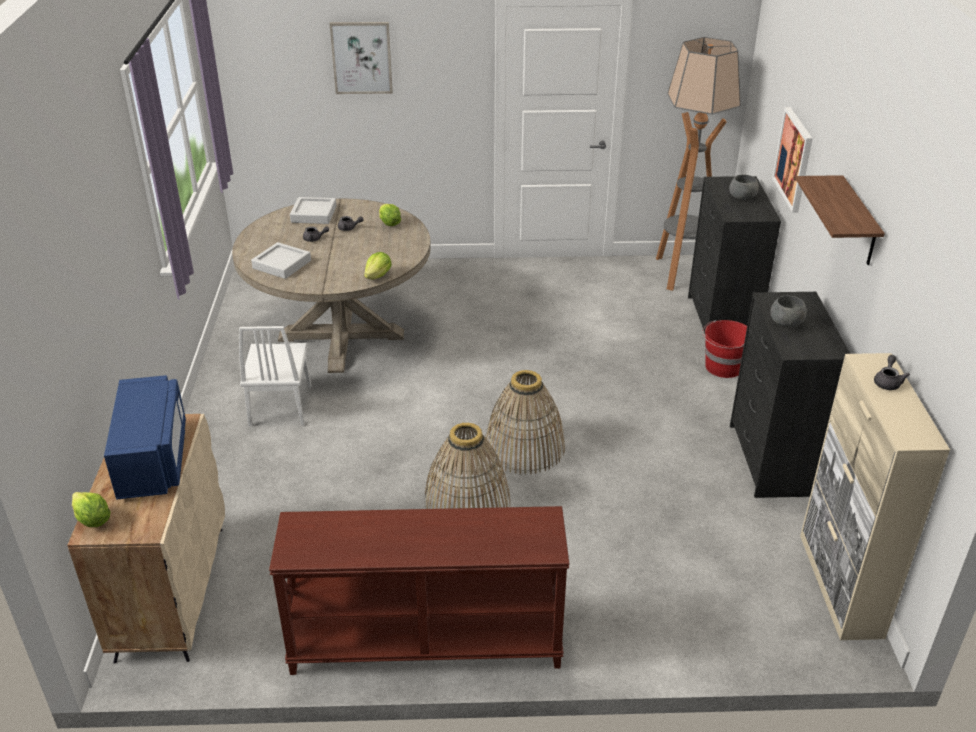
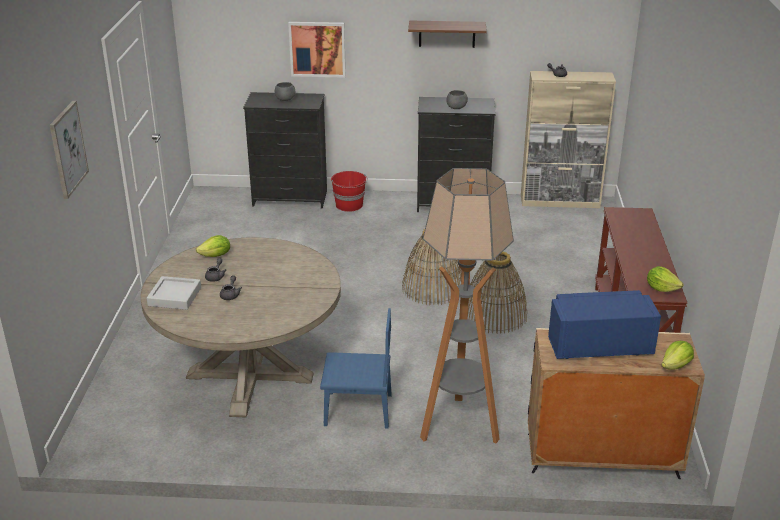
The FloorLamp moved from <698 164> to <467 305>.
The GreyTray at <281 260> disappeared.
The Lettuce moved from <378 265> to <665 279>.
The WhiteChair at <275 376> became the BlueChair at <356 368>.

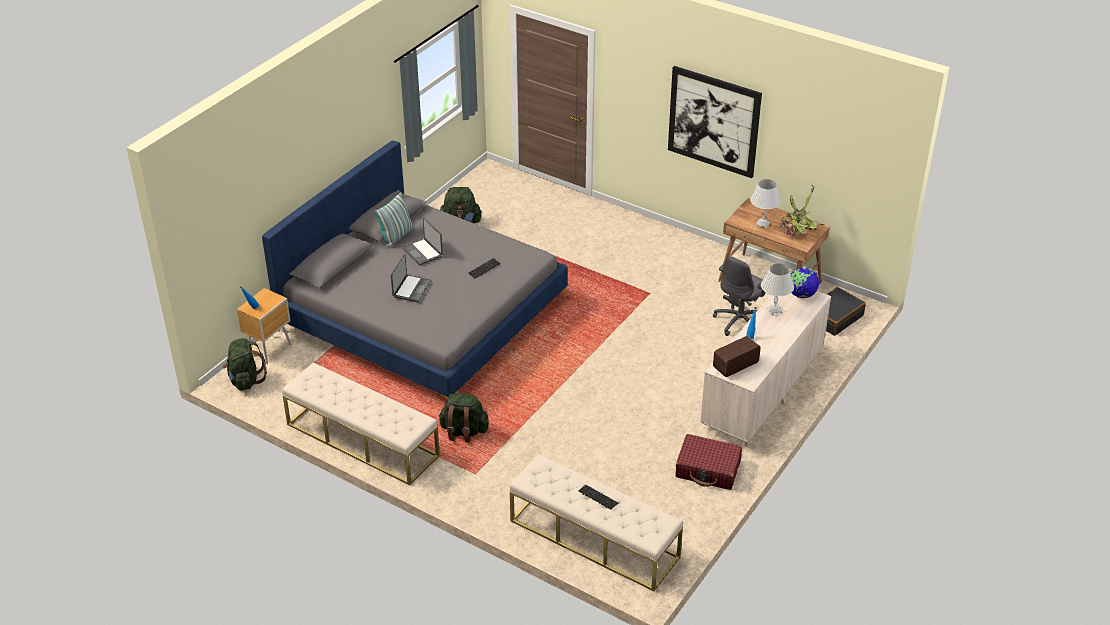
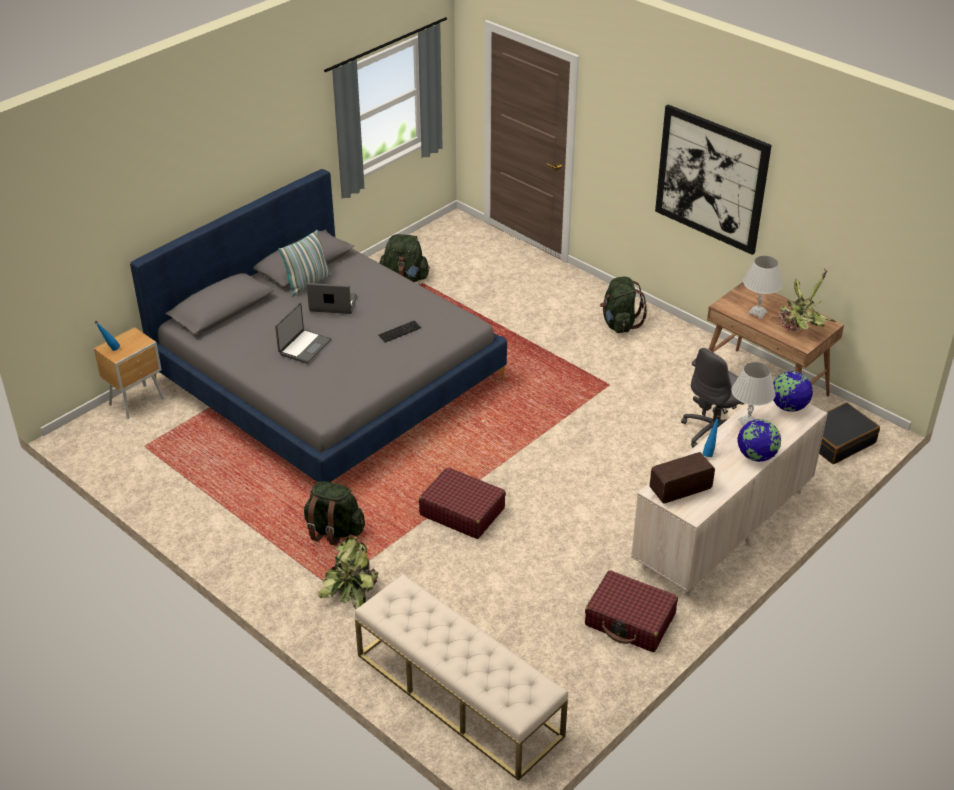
The Laptop at <422 241> turned 120 degrees clockwise.
The GreenBackpack moved from <244 364> to <623 305>.
The BeigeBench at <361 423> disappeared.
The Keyboard at <598 497> disappeared.
The Globe at <759 440> appeared.
The RedSuitcase at <462 503> appeared.
The PottedPlant at <348 572> appeared.

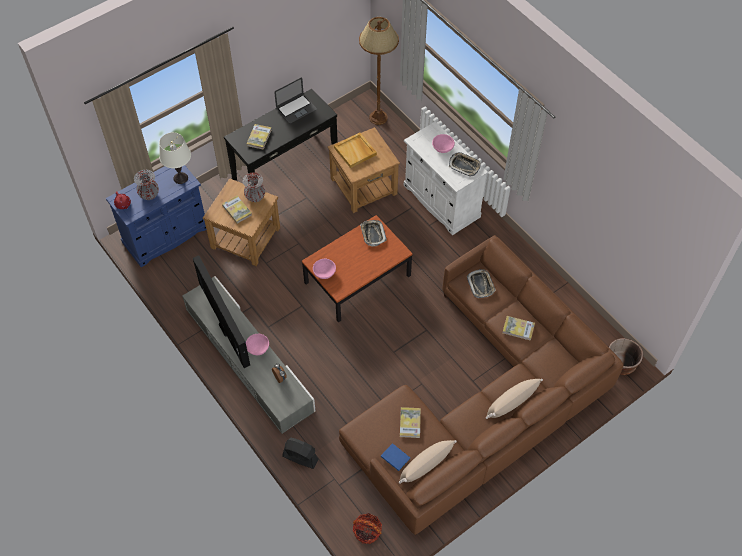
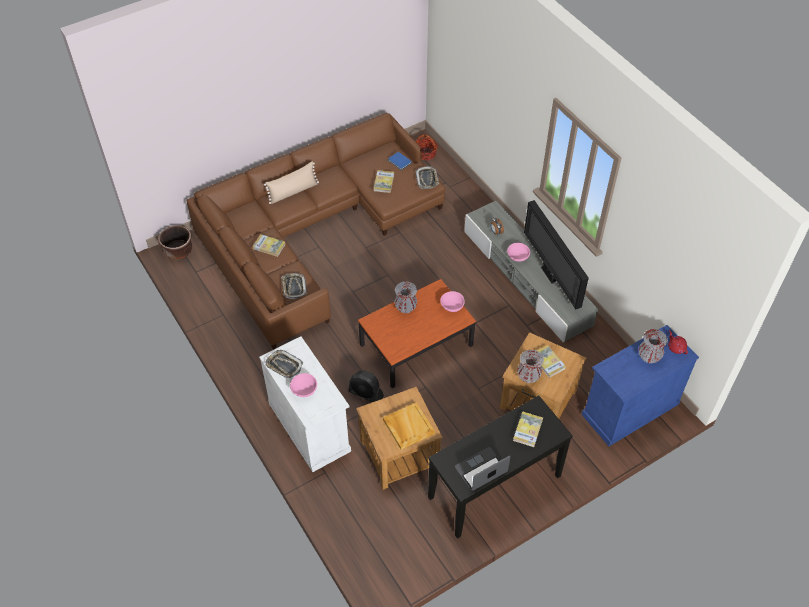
The BrownFloorLamp at <379 71> disappeared.
The WhiteTableLamp at <175 158> disappeared.
The Tray moved from <373 233> to <427 177>.
The BlackFan moved from <300 453> to <366 386>.
The BeigePillow at <428 462> disappeared.
The GreyVase at <405 297> appeared.

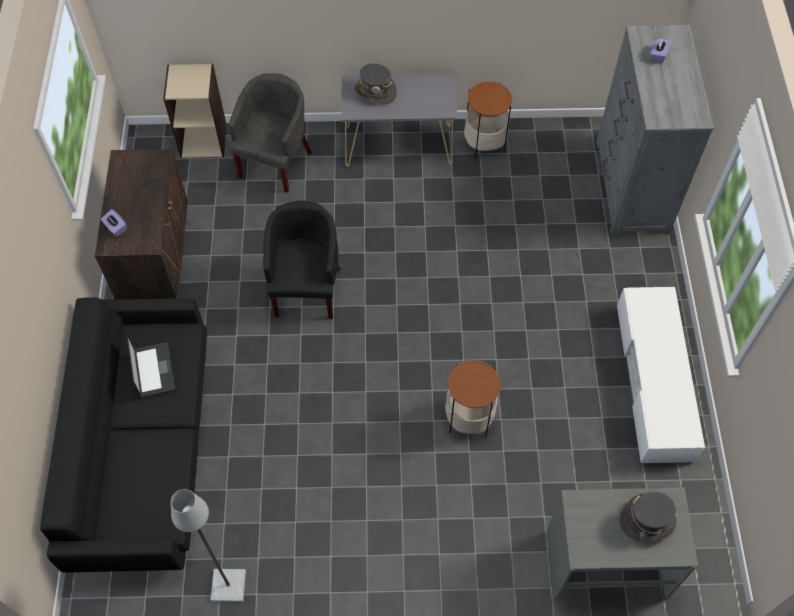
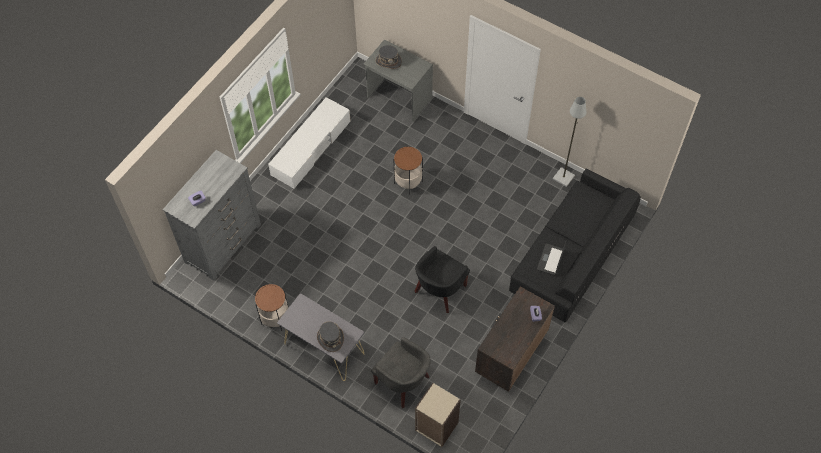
The GreyArmchair at <270 133> turned 105 degrees counterclockwise.

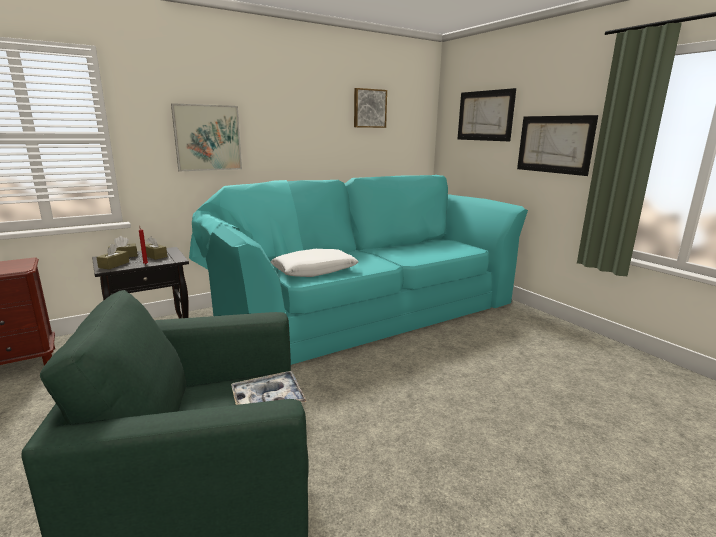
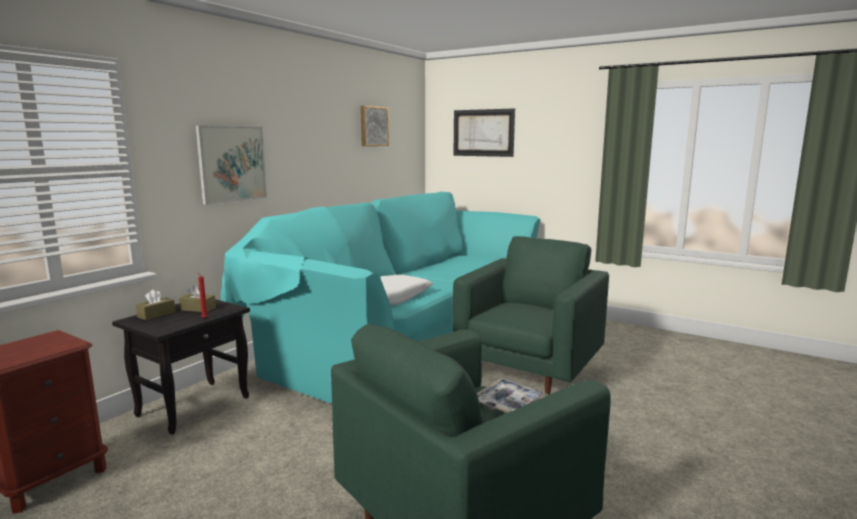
The Picture at <557 145> disappeared.
The BrownTissueBox at <112 256> disappeared.
The GreenArmchair at <531 315> appeared.

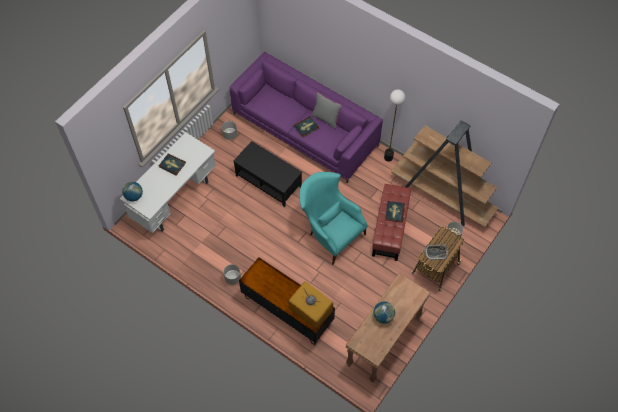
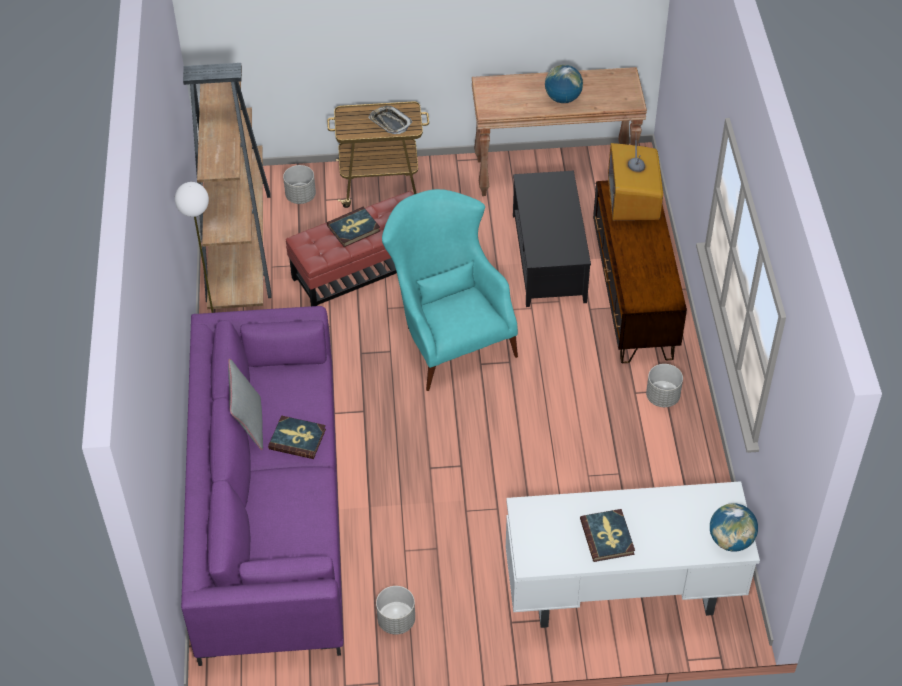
The BlackCoffeeTable moved from <267 174> to <552 239>.
The TurquoiseArmchair at <333 218> turned 150 degrees clockwise.

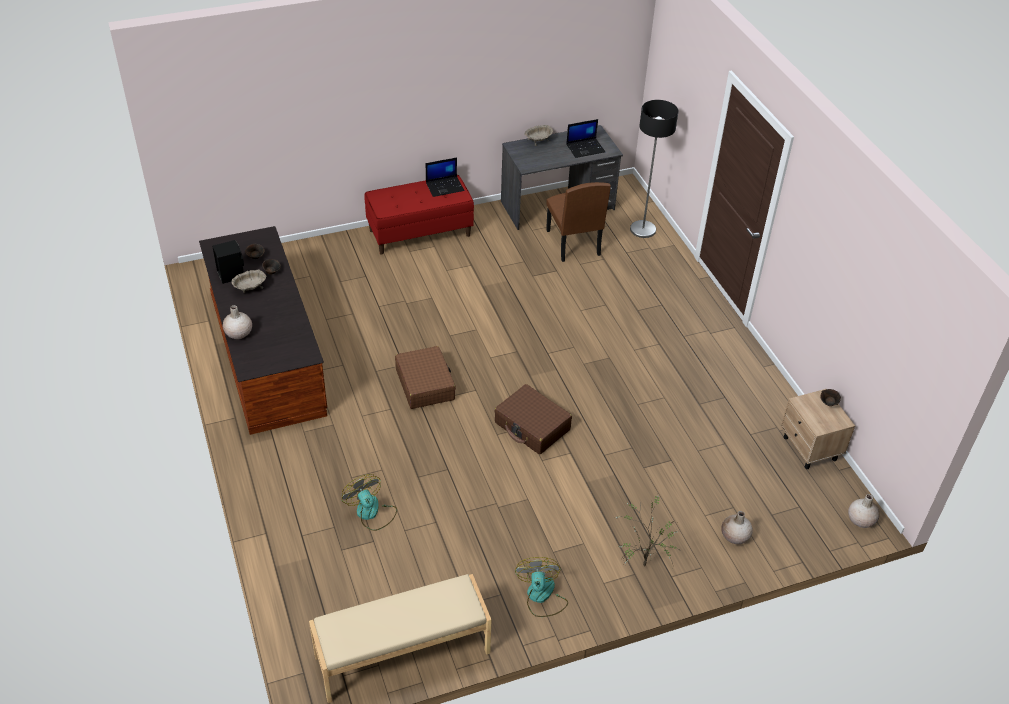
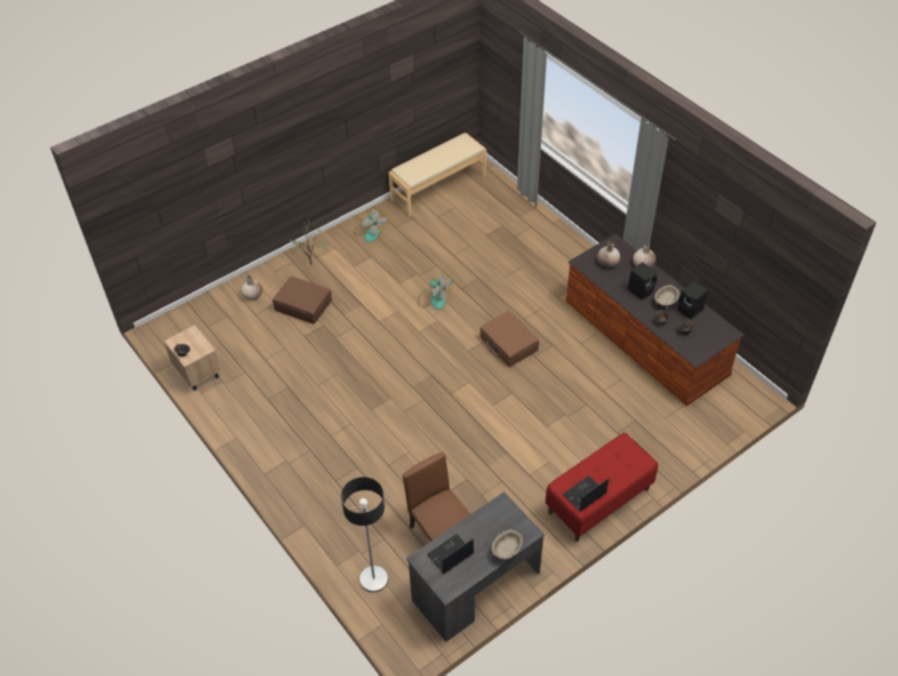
The BrownSuitcase moved from <533 419> to <302 300>.
The Fan moved from <369 502> to <435 291>.
The BeigeVase moved from <863 511> to <608 254>.
The BlackSpeaker at <642 281> appeared.

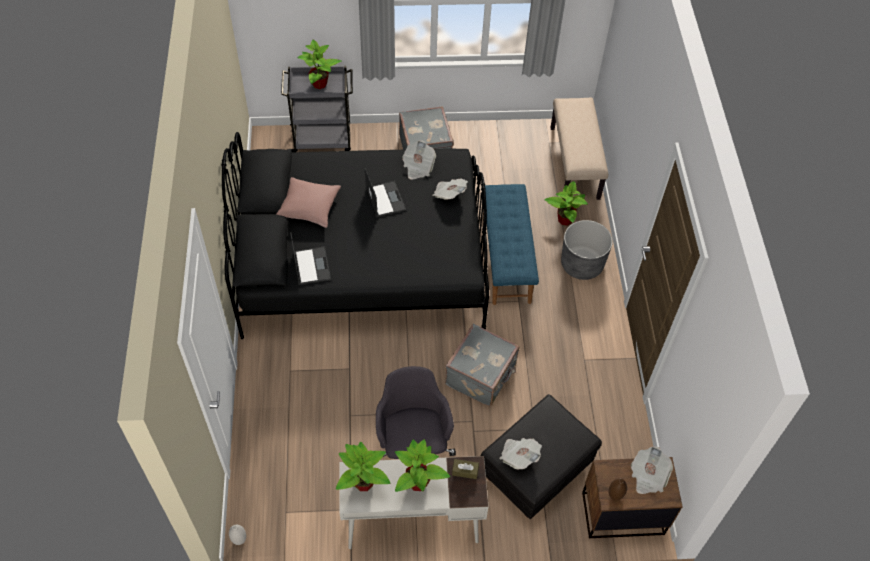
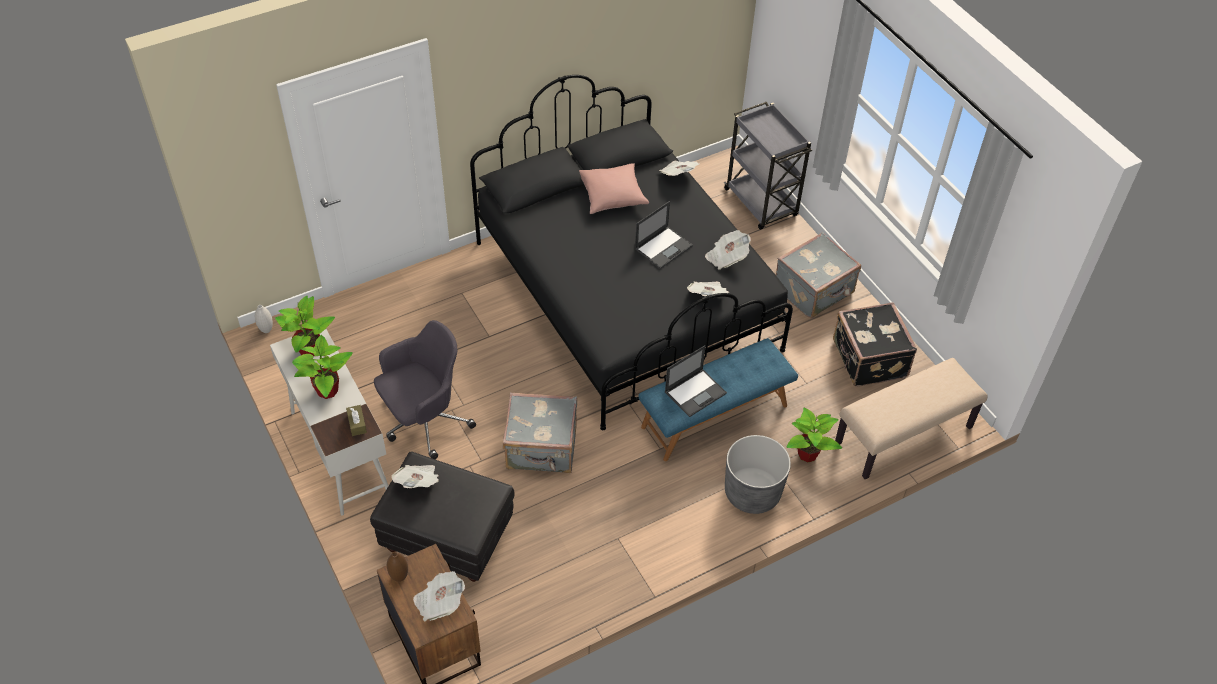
The PottedPlant at <319 64> disappeared.
The Laptop moved from <310 258> to <696 381>.
The Newspaper at <679 168> appeared.
The BlackSuitcase at <875 344> appeared.

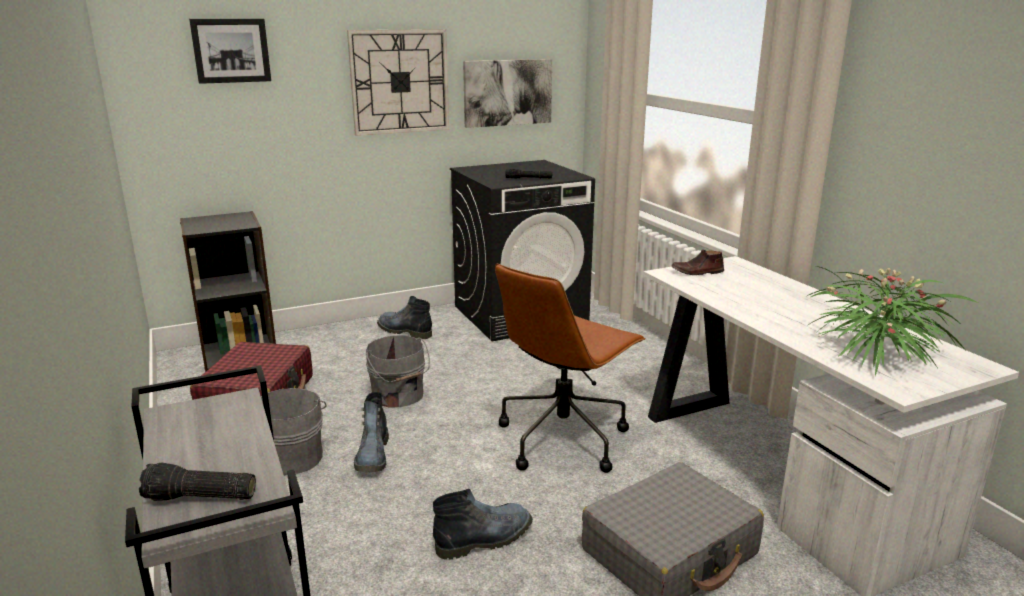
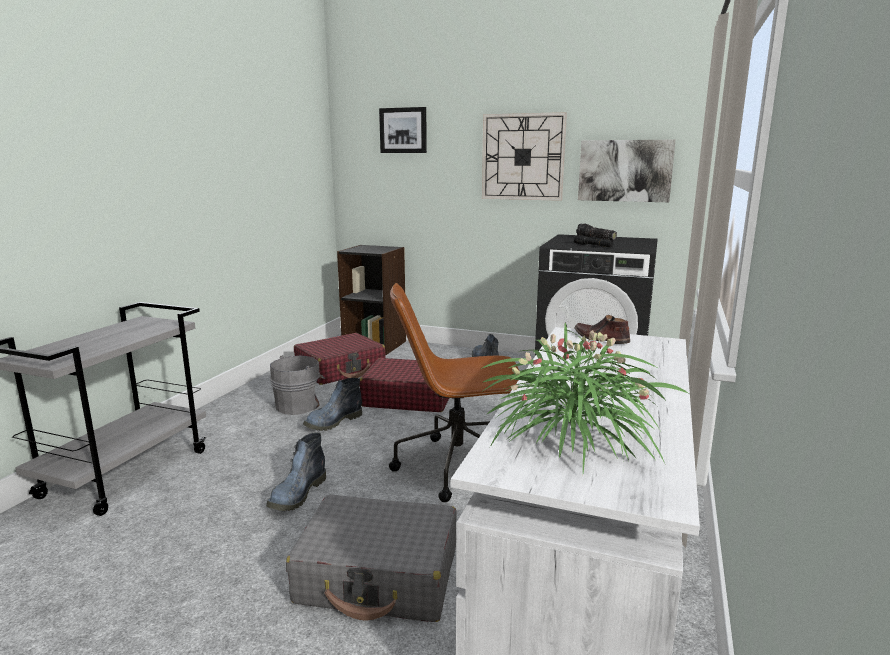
The GreyBucket at <398 371> was replaced by the RedSuitcase at <404 385>.
The Flashlight moved from <197 481> to <596 231>.
The Boot at <483 524> turned 90 degrees clockwise.

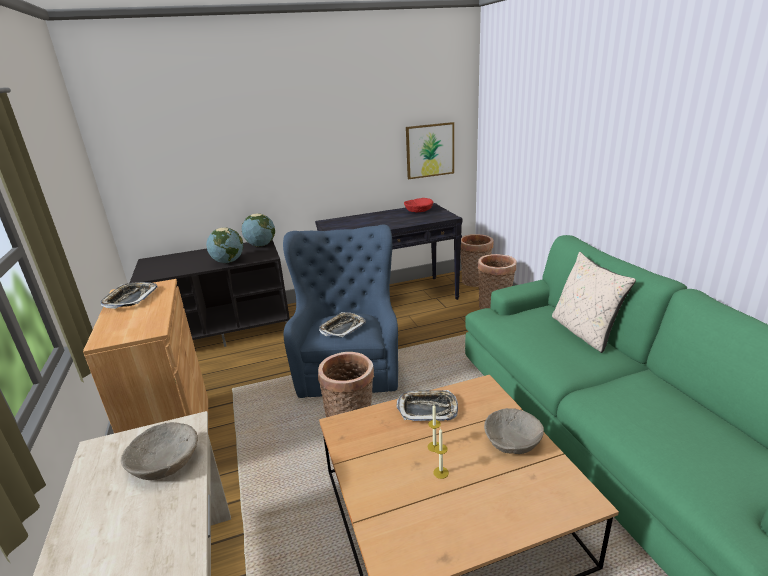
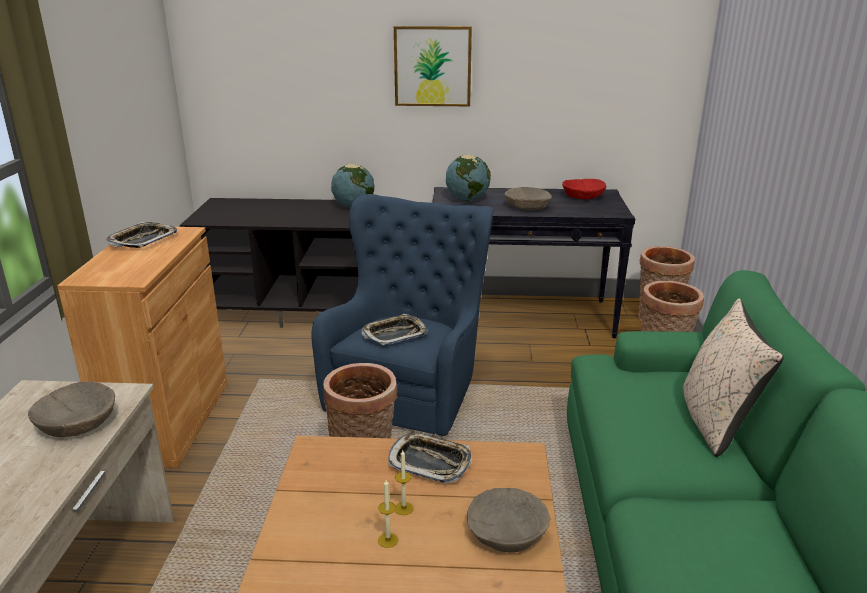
The Picture moved from <430 150> to <433 66>.
The Globe moved from <224 245> to <468 178>.
The BeigeBowl at <528 198> appeared.

